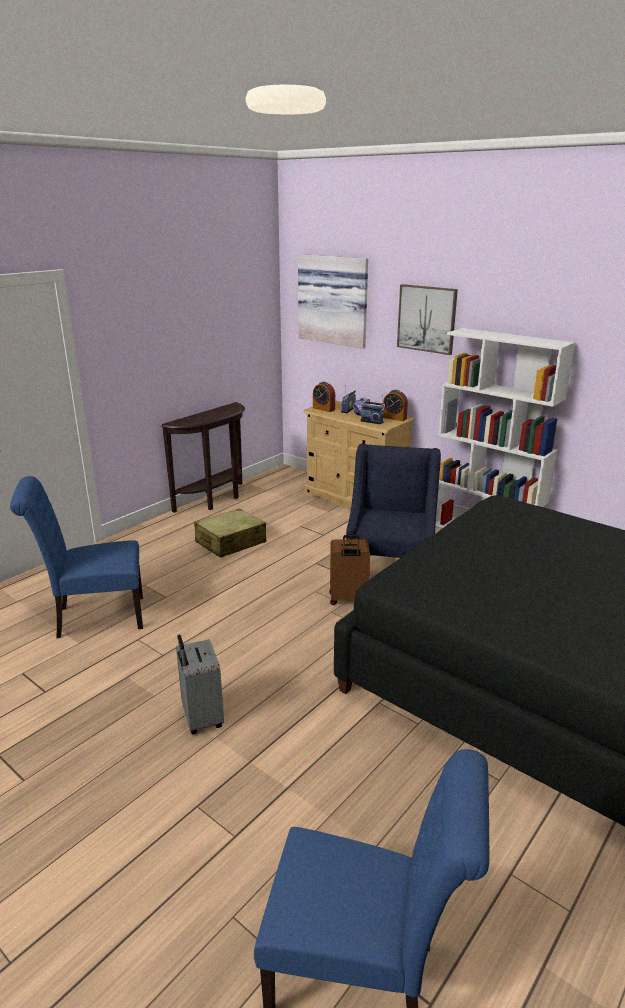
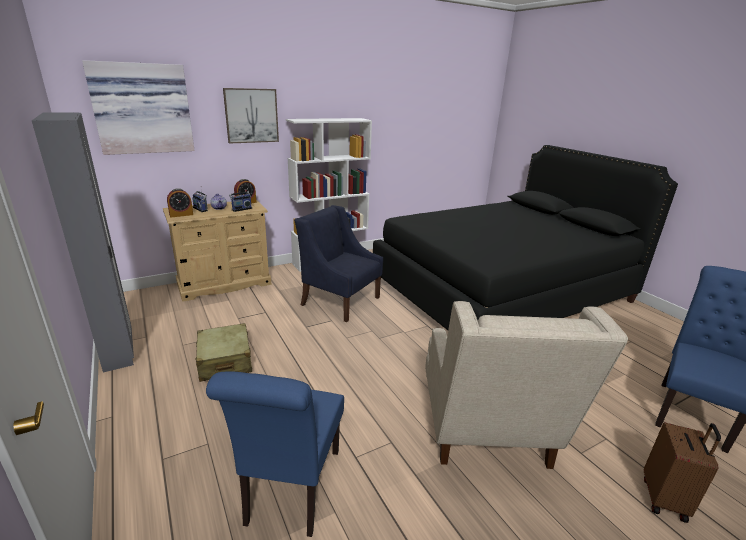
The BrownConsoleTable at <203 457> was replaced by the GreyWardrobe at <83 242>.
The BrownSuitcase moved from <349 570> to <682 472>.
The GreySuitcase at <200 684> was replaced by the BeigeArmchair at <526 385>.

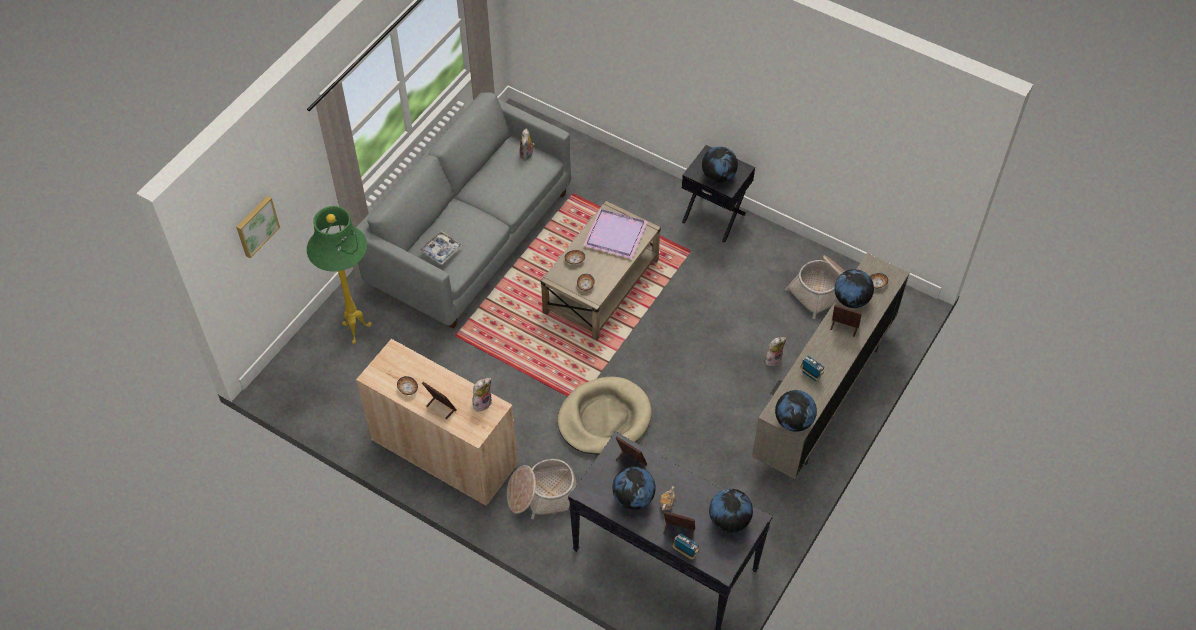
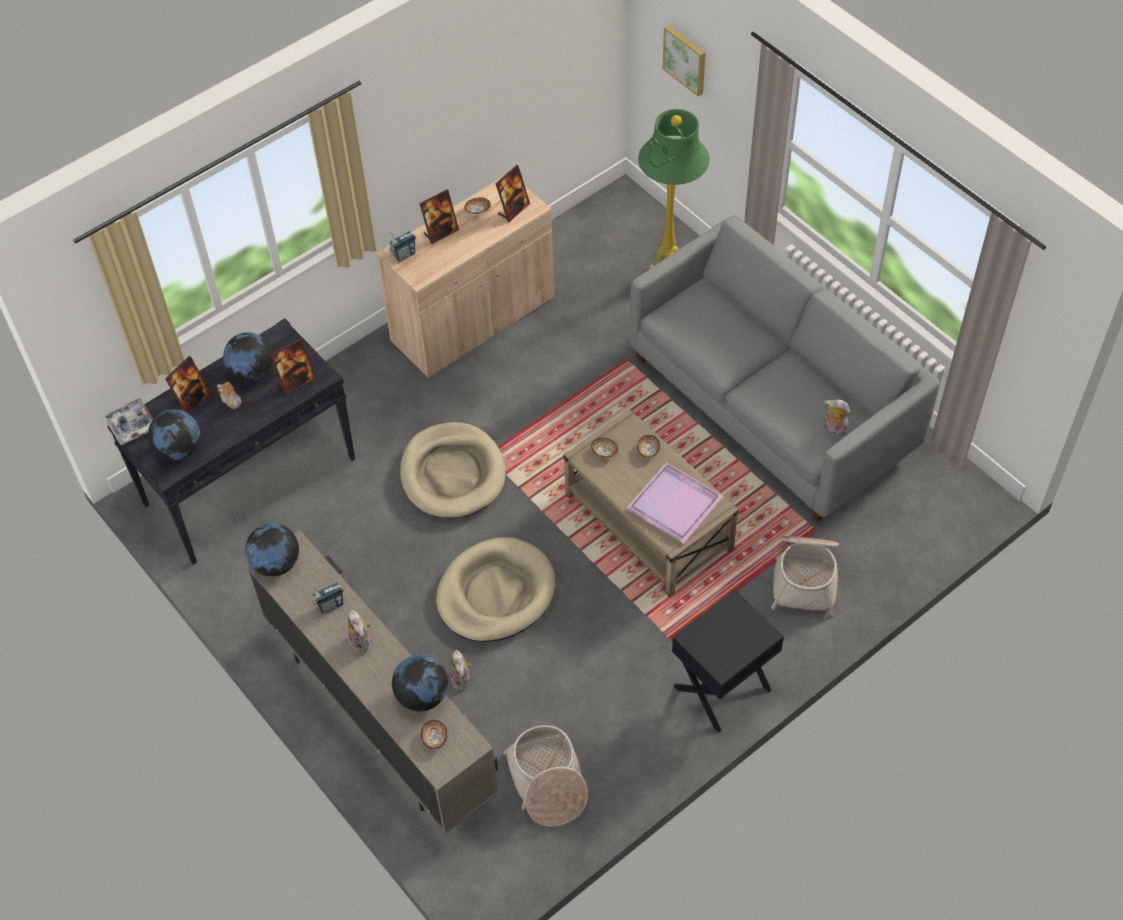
The Globe at <720 165> disappeared.
The Tray moved from <441 248> to <128 421>.
The PictureFrame moved from <846 321> to <512 193>.
The PlushToy moved from <482 394> to <359 631>.
The Basket moved from <542 489> to <805 576>.
The Radio moved from <686 546> to <402 246>.
The BeigeDogBed at <495 589> appeared.

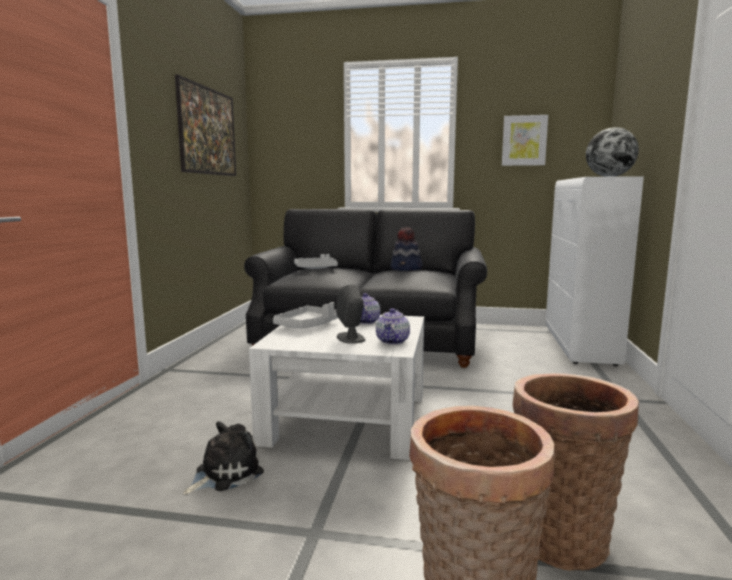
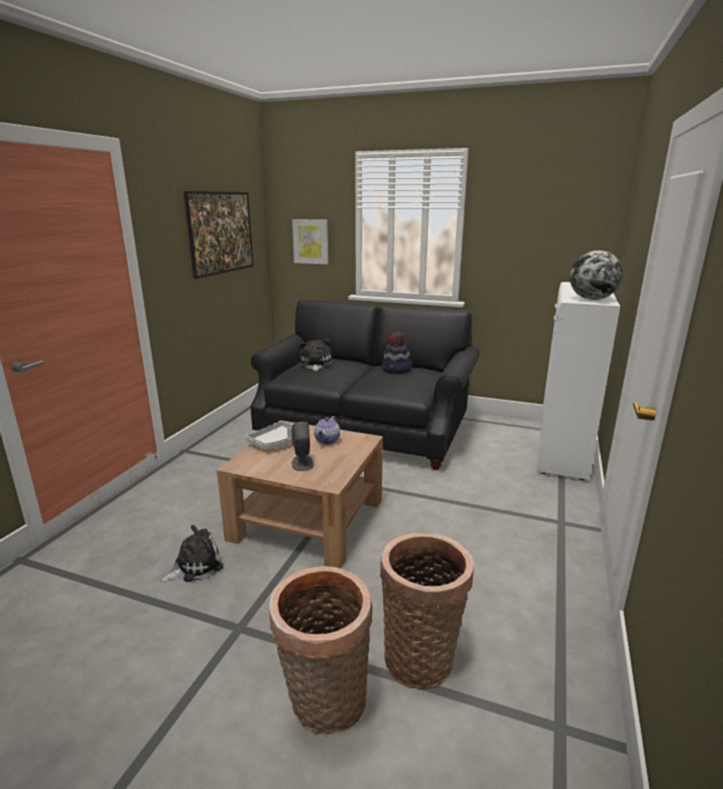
The Picture moved from <525 140> to <310 242>.
The GreyTray at <316 261> was replaced by the PlushToy at <316 355>.
The Teapot at <393 326> disappeared.
The WhiteCoffeeTable at <336 387> became the BrownCoffeeTable at <300 494>.

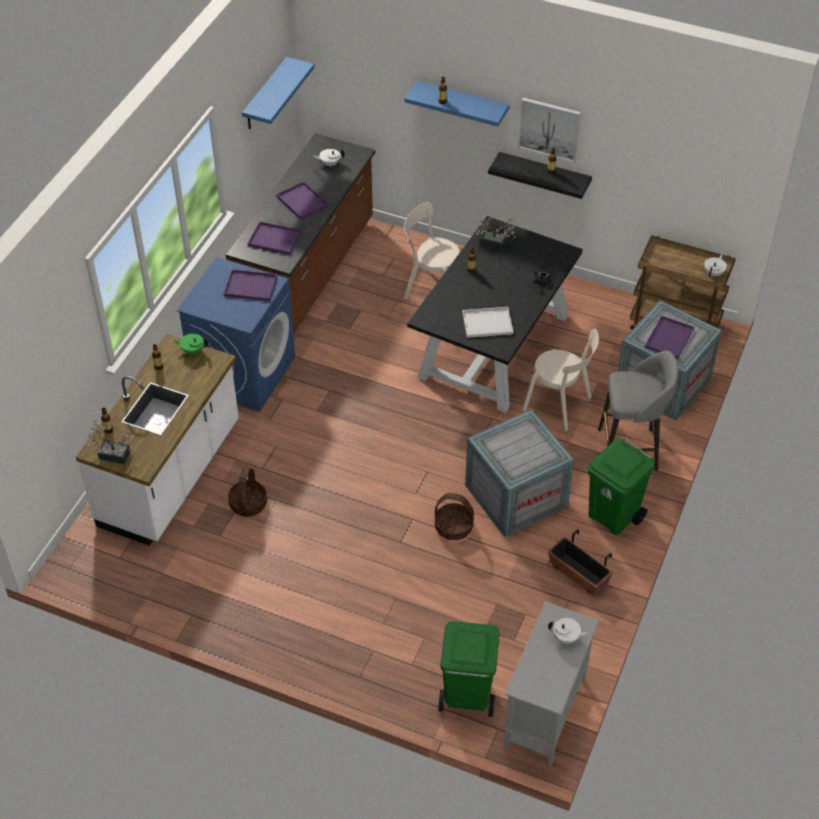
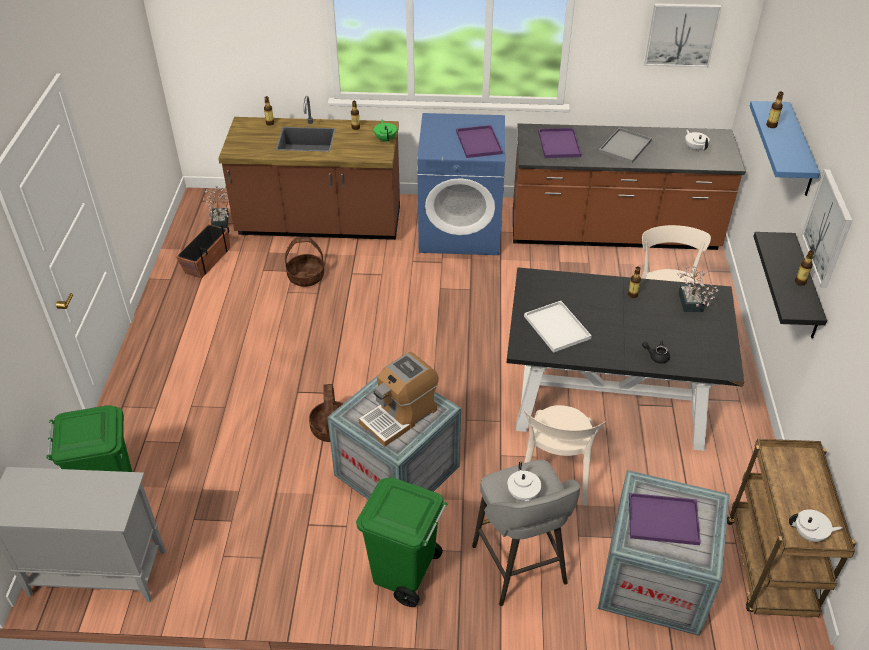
The BlueShelf at <278 93> was replaced by the Picture at <683 35>.
The PurpleTray at <302 200> became the GreyTray at <625 145>.
The WhiteCounter at <157 440> became the BrownCounter at <309 168>.
The PottedPlant moved from <109 441> to <216 207>.
The Planter moved from <580 562> to <203 251>.
The WhiteTeapot moved from <568 631> to <524 482>.
The CoffeeMachine at <399 399> appeared.

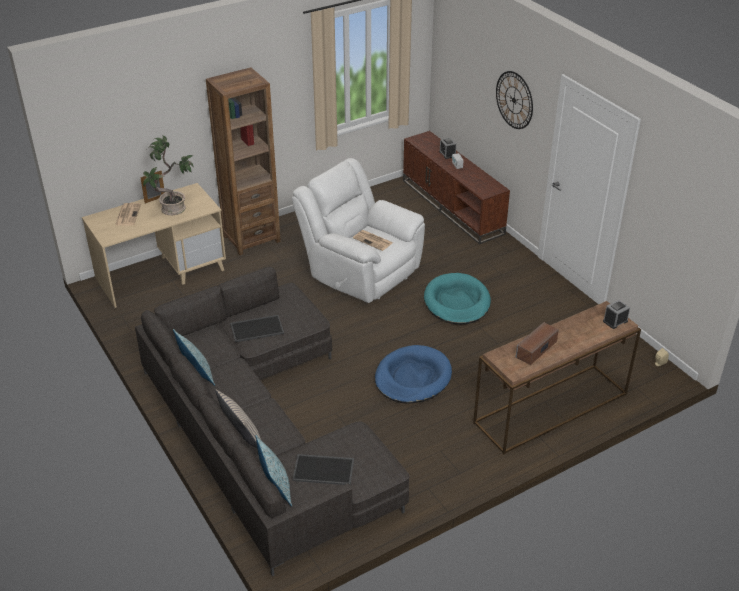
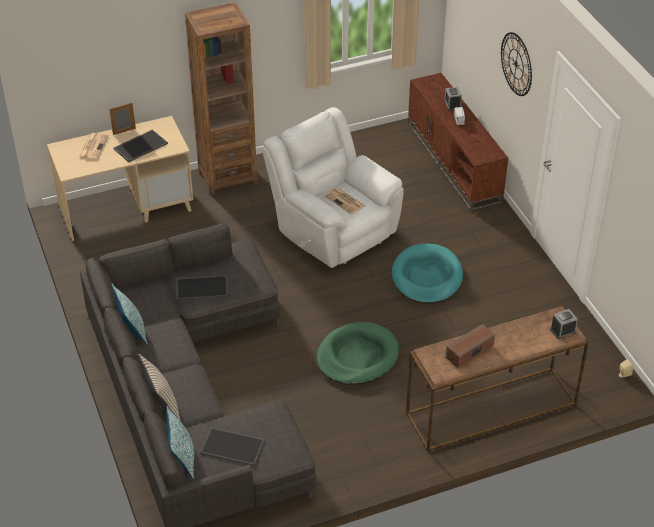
The PottedPlant at <168 175> was replaced by the Tray at <140 145>.
The BlueDogBed at <413 374> became the GreenDogBed at <357 353>.

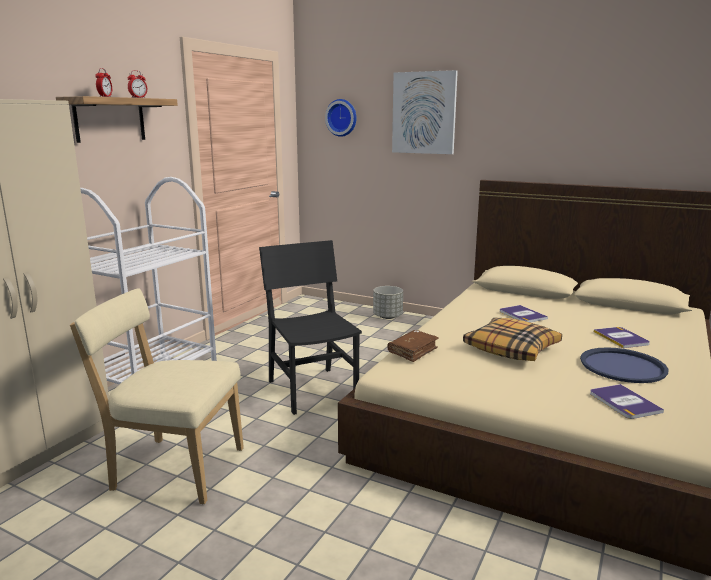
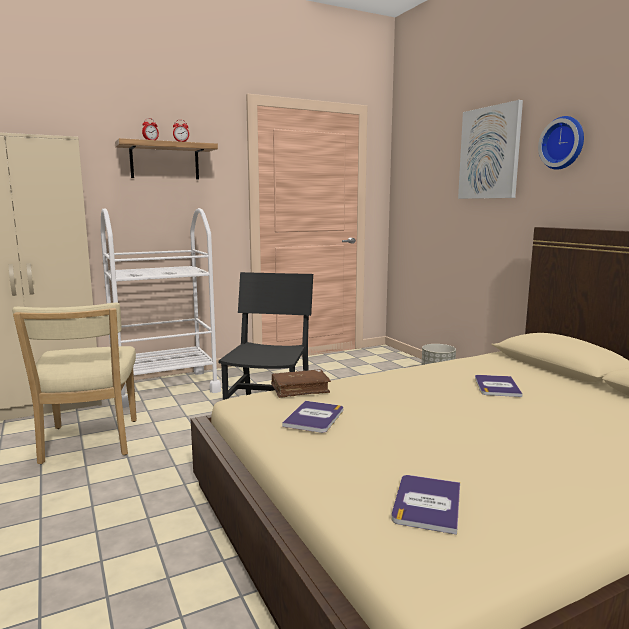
The WallClock moved from <341 118> to <561 143>.
The BeigeChair at <157 396> turned 150 degrees counterclockwise.
The Pillow at <512 339> disappeared.
The Book moved from <622 337> to <312 417>.
The BlueTray at <624 365> disappeared.

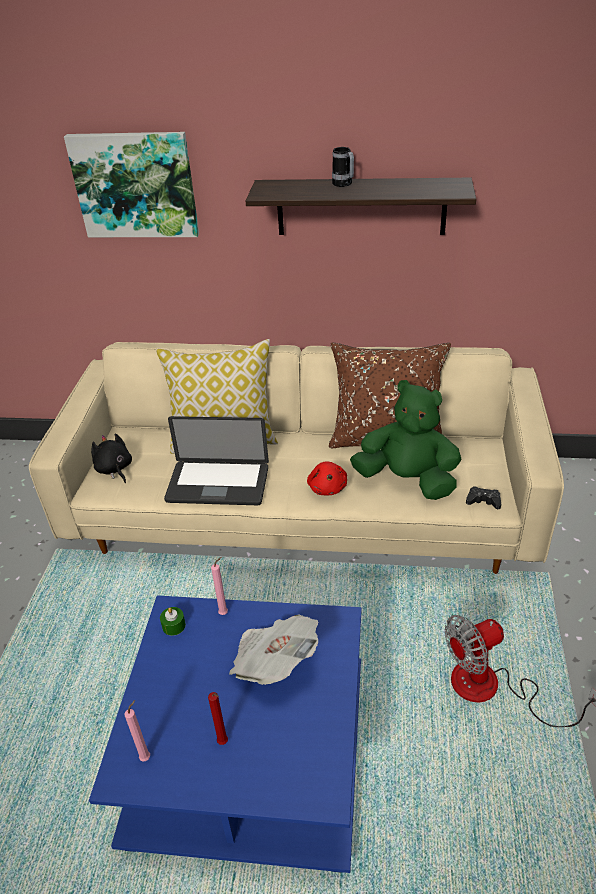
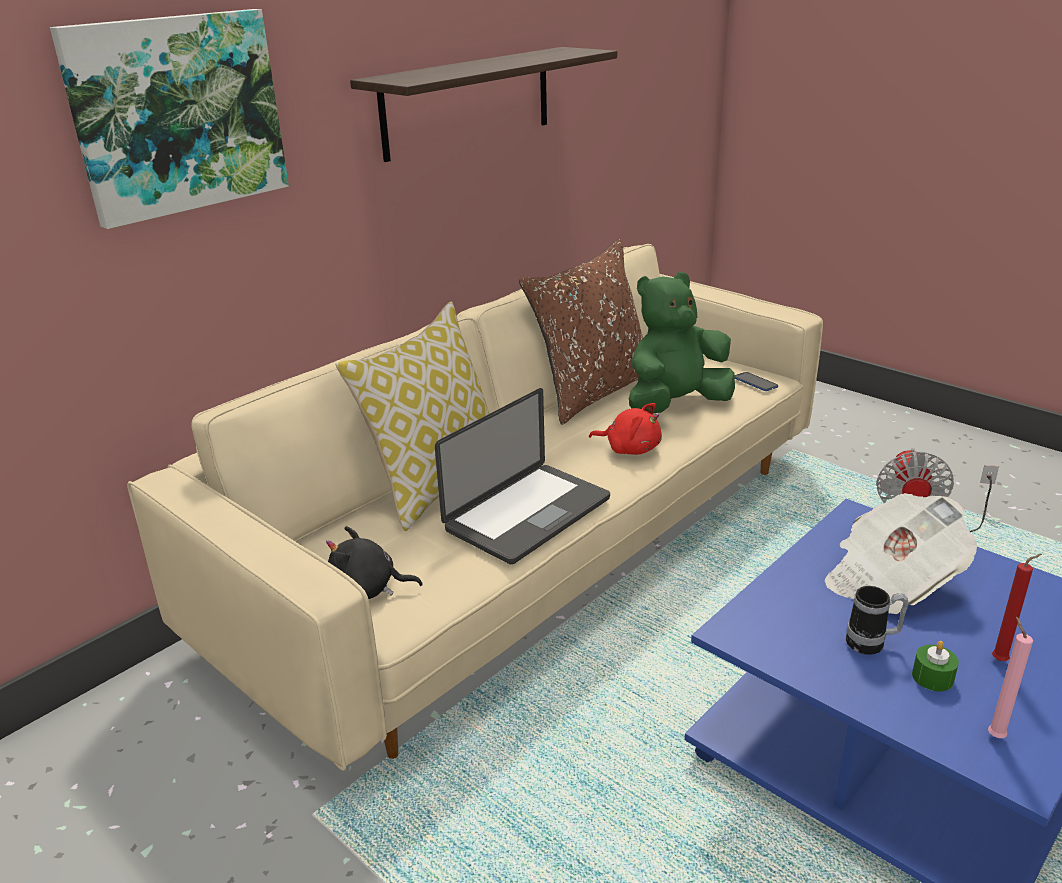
The Mug moved from <343 167> to <877 620>.
The BlackGameController at <483 497> was replaced by the Phone at <756 381>.
The PinkCandle at <219 586> disappeared.
The GreenCandle moved from <173 621> to <935 666>.

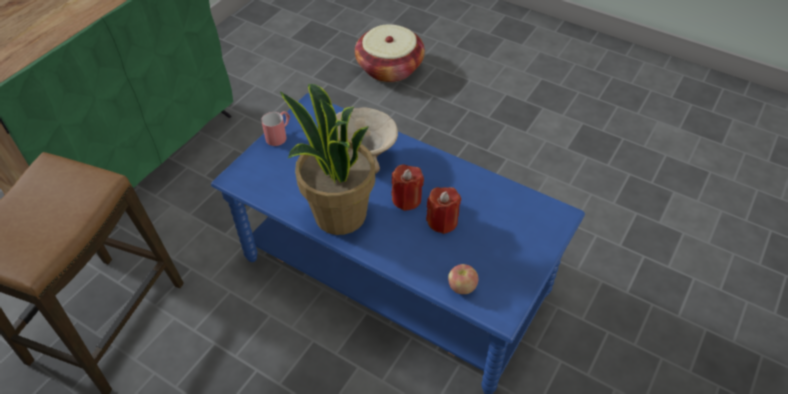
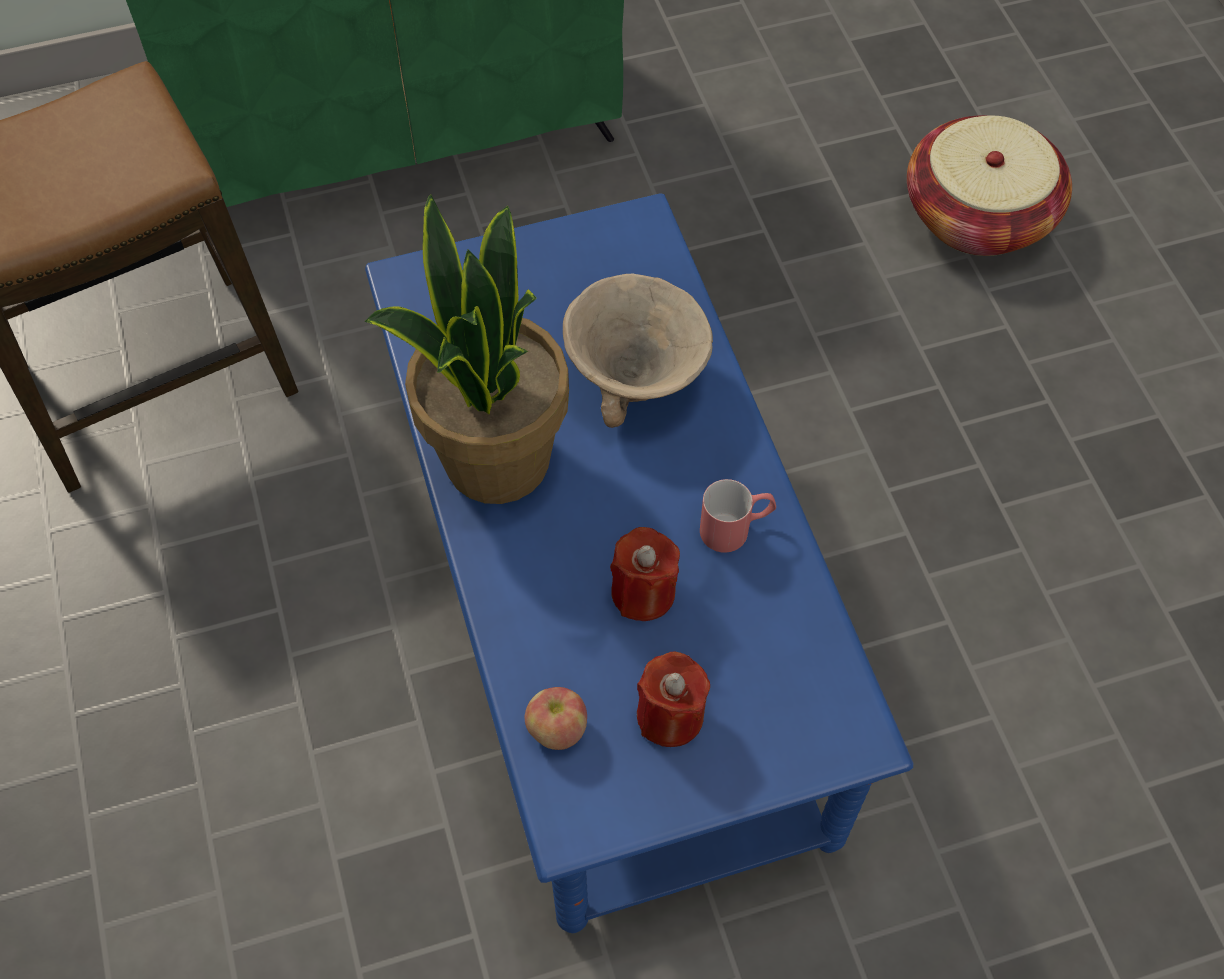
The RedMug moved from <275 128> to <738 516>.
The RedCandle moved from <407 187> to <673 699>.

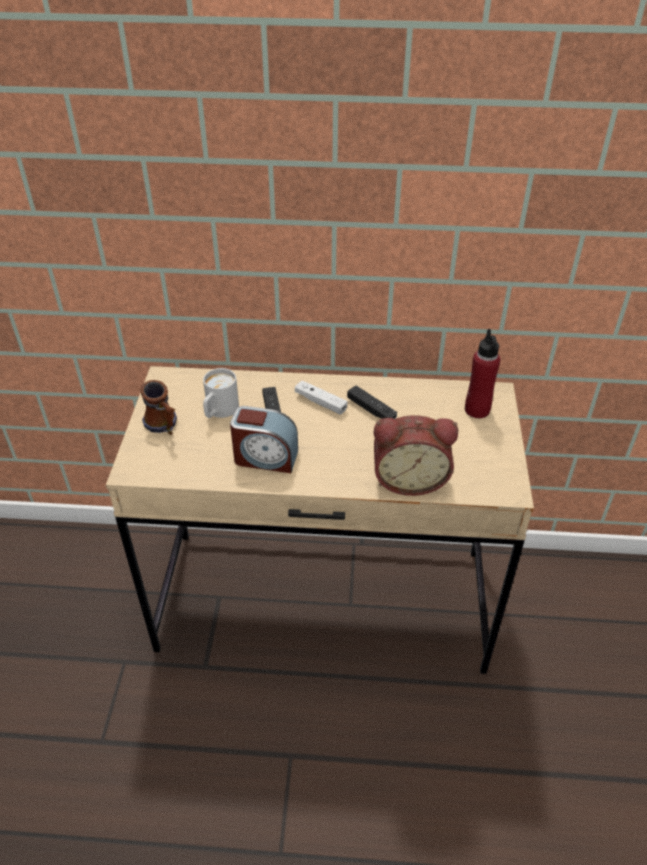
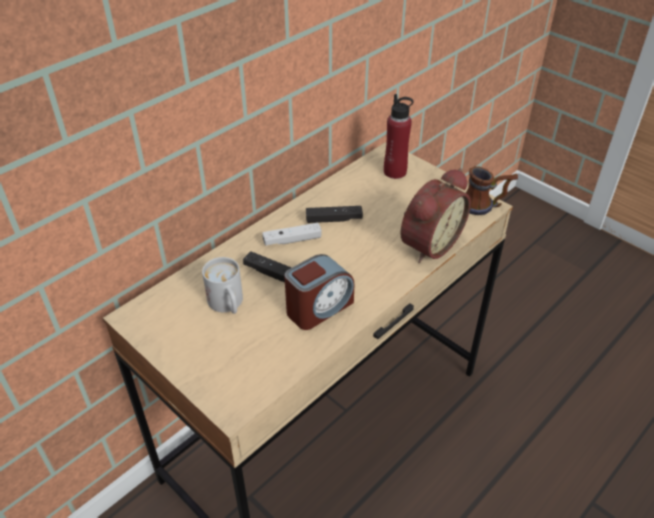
The Mug moved from <158 407> to <492 190>.

